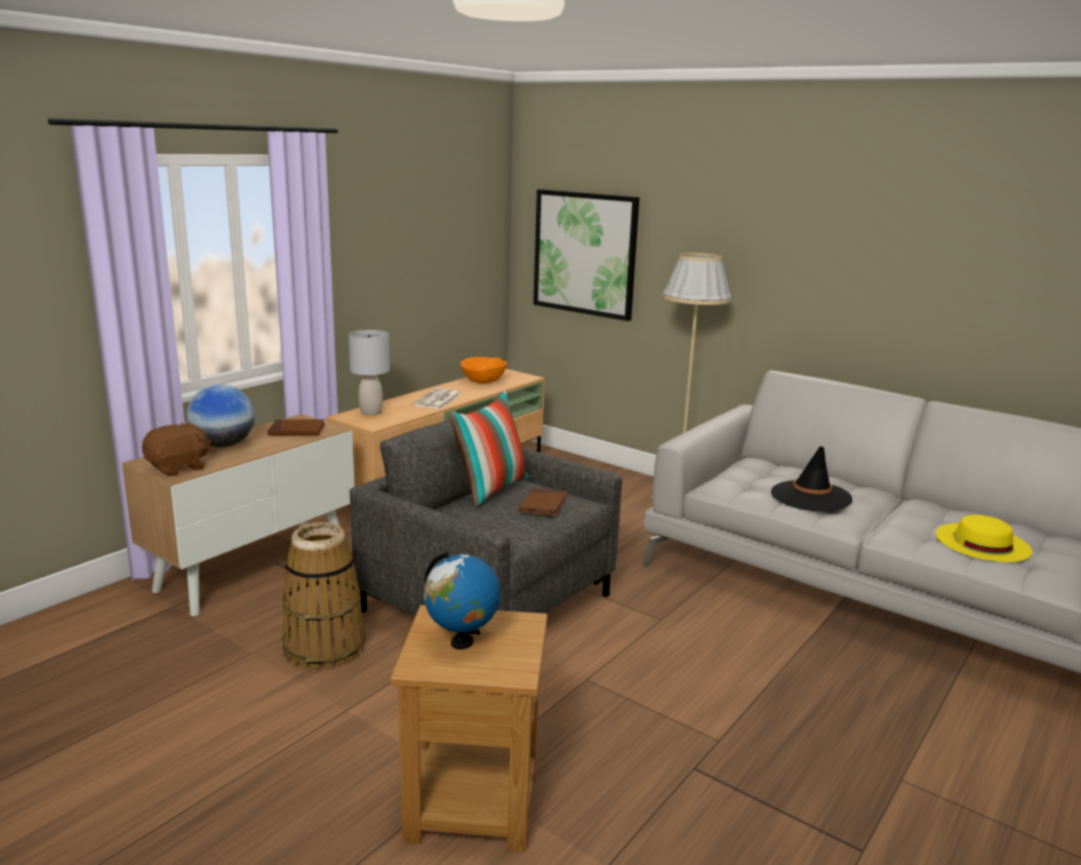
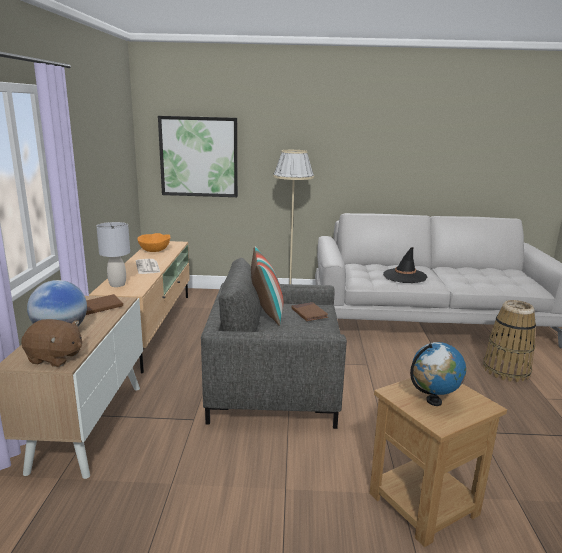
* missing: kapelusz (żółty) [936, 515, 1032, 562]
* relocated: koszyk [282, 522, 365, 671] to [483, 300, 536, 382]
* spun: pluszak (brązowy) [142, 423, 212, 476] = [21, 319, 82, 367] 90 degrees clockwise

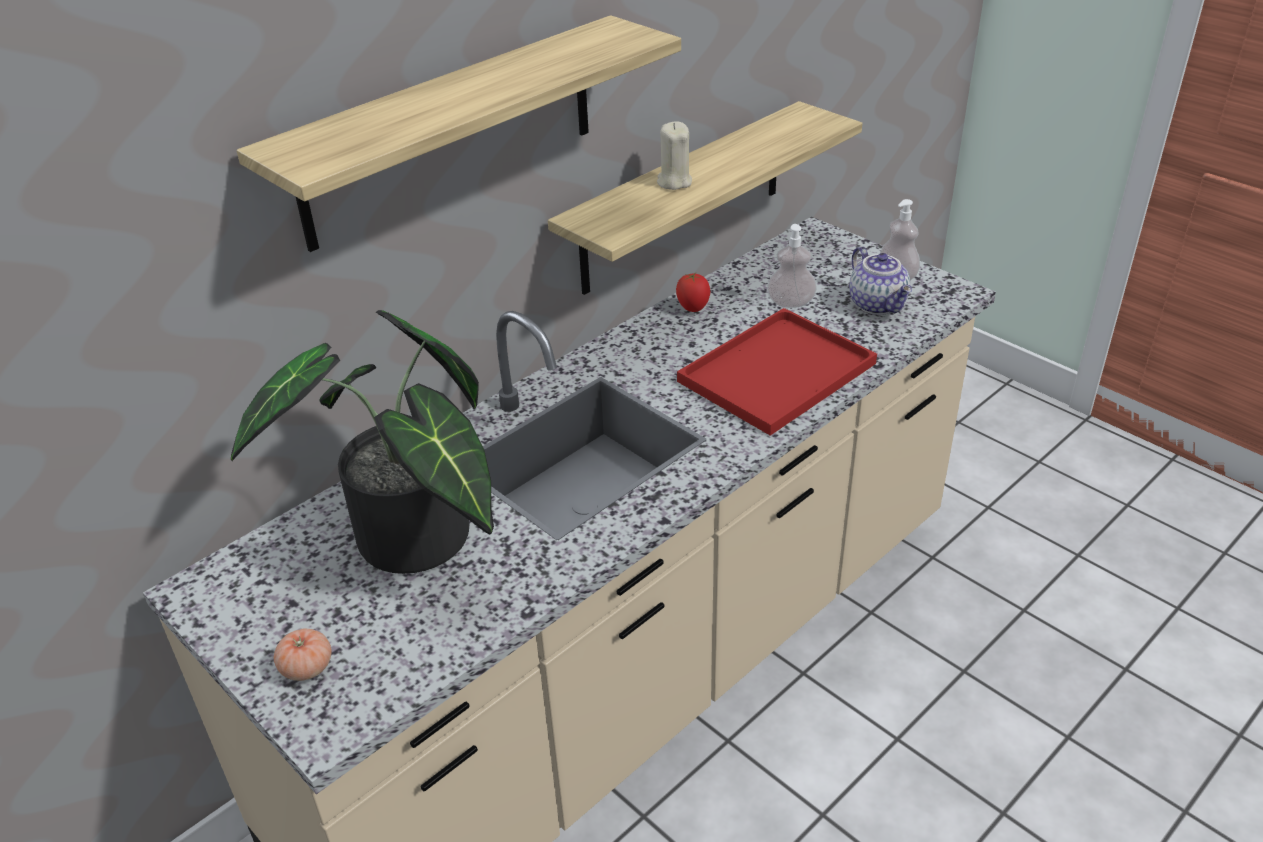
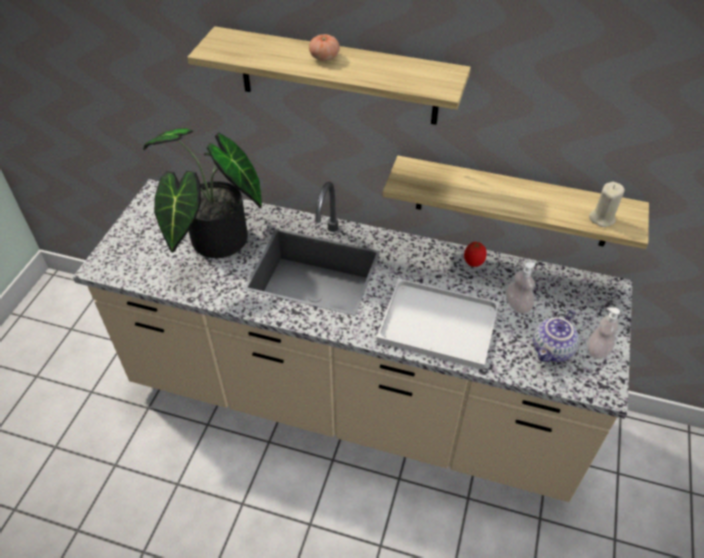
* relocated: pomidor [274, 629, 332, 681] to [309, 34, 340, 61]
* relocated: świeca (beżowy) [657, 121, 692, 190] to [589, 182, 625, 227]
* colour: taca (czerwony) [677, 308, 877, 435] to taca (biały) [376, 278, 499, 370]

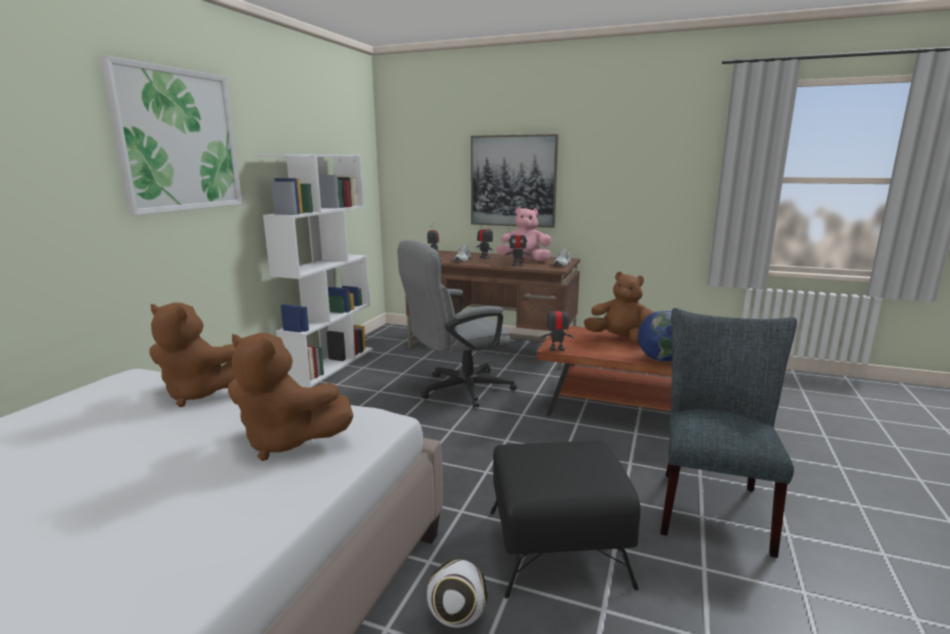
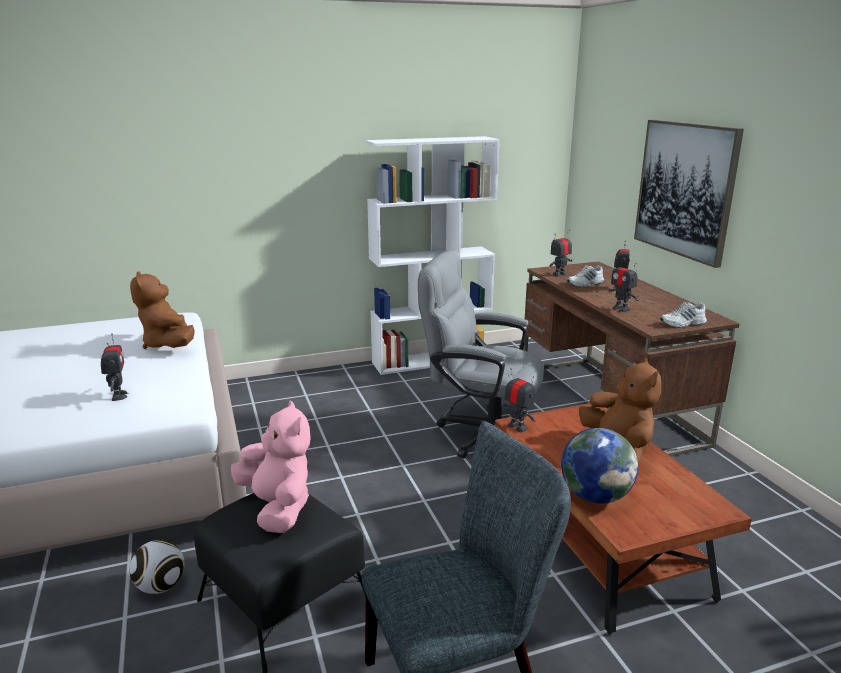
* missing: obraz [100, 55, 242, 215]
* relocated: pluszak (różowy) [496, 207, 551, 262] to [231, 401, 311, 533]
* exchanged: pluszak (brązowy) [228, 333, 354, 461] to robot zabawkowy [101, 333, 129, 401]

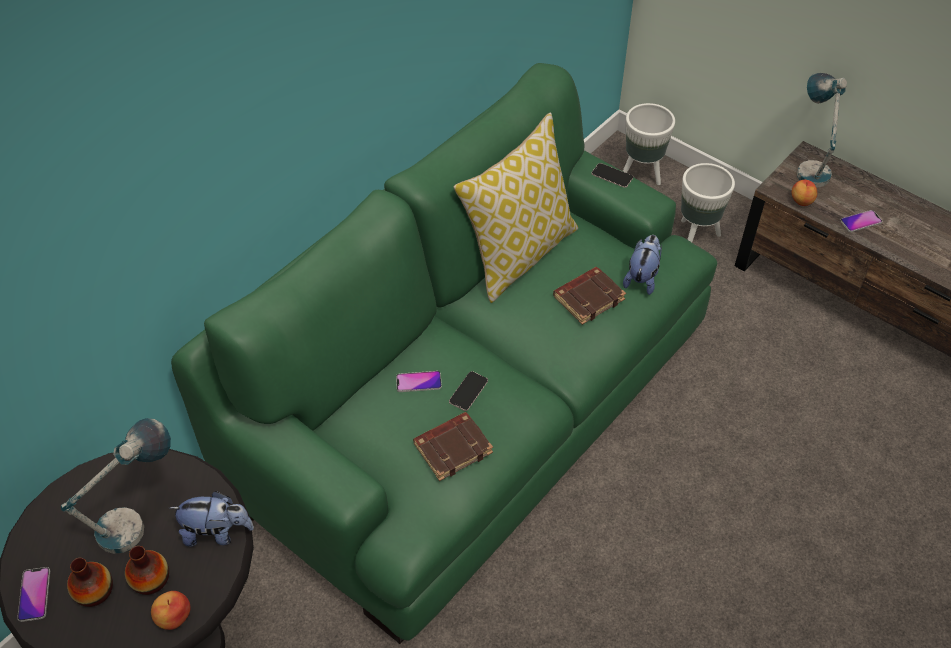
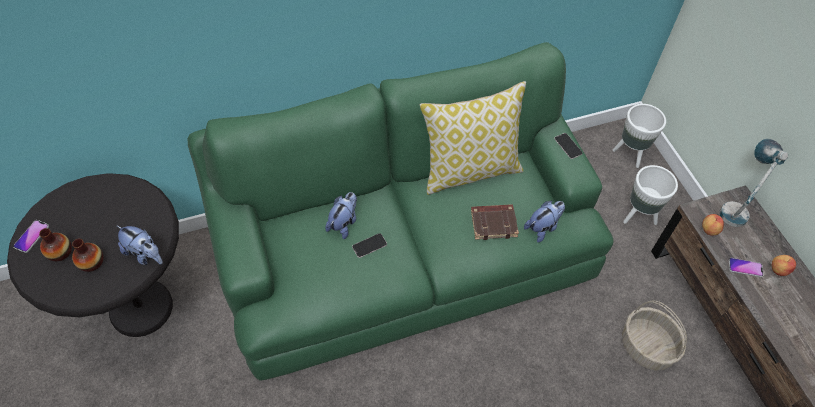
* missing: lampa stołowa [61, 418, 171, 554]
* missing: książka (brązowy) [413, 412, 493, 481]
* appeared: koszyk [622, 301, 687, 370]
* relocated: jabłko [151, 591, 190, 630] to [772, 255, 796, 276]
* exchanged: telefon [396, 371, 442, 392] to pluszak [325, 192, 357, 239]

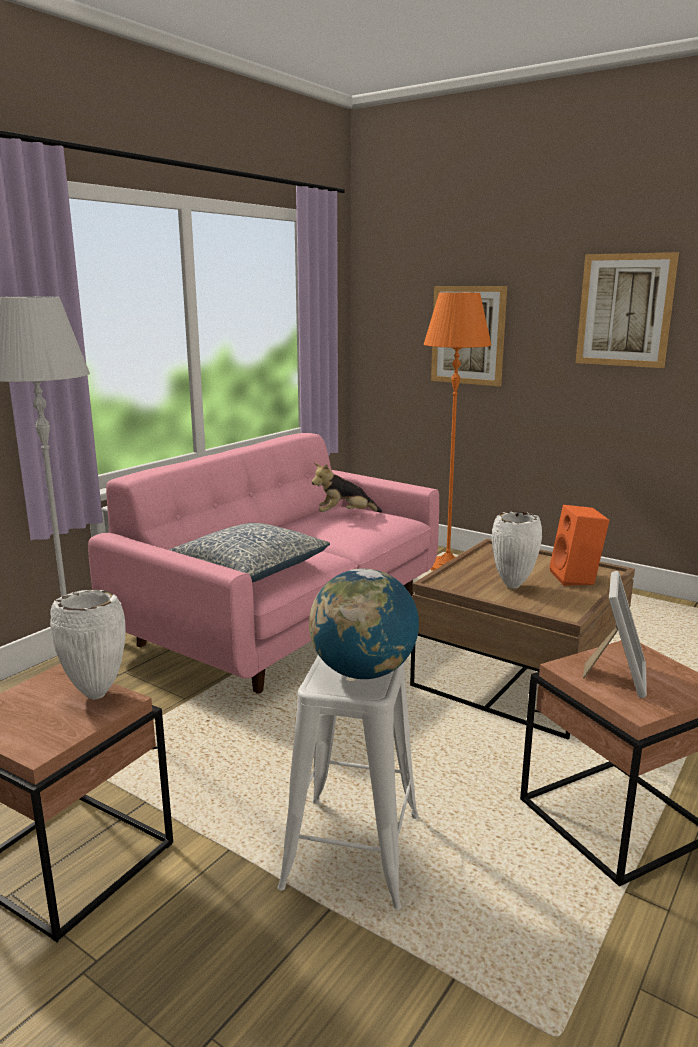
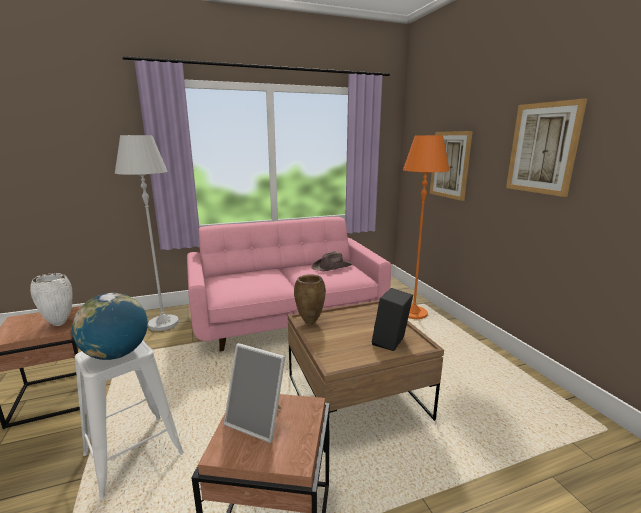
* missing: poduszka [169, 523, 330, 582]
* missing: wazon (biały) [492, 511, 542, 589]
* appeared: wazon (brązowy) [294, 274, 326, 325]
* exchanged: pluszak [312, 463, 382, 513] to kapelusz (brązowy) [311, 252, 352, 271]
* colour: głośnik (pomarańczowy) [550, 505, 610, 586] to głośnik (czarny) [372, 288, 413, 351]
* spun: ramka na zdjęcie [583, 571, 647, 698] = [224, 343, 285, 443] 60 degrees clockwise

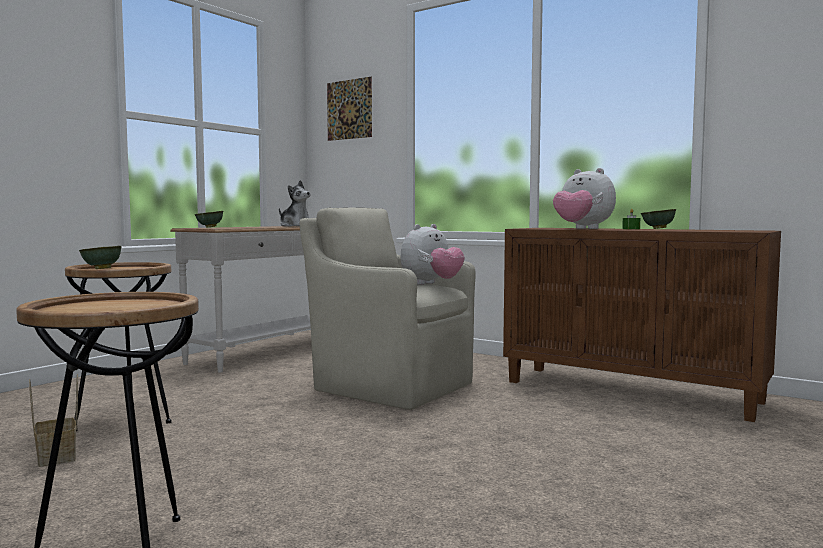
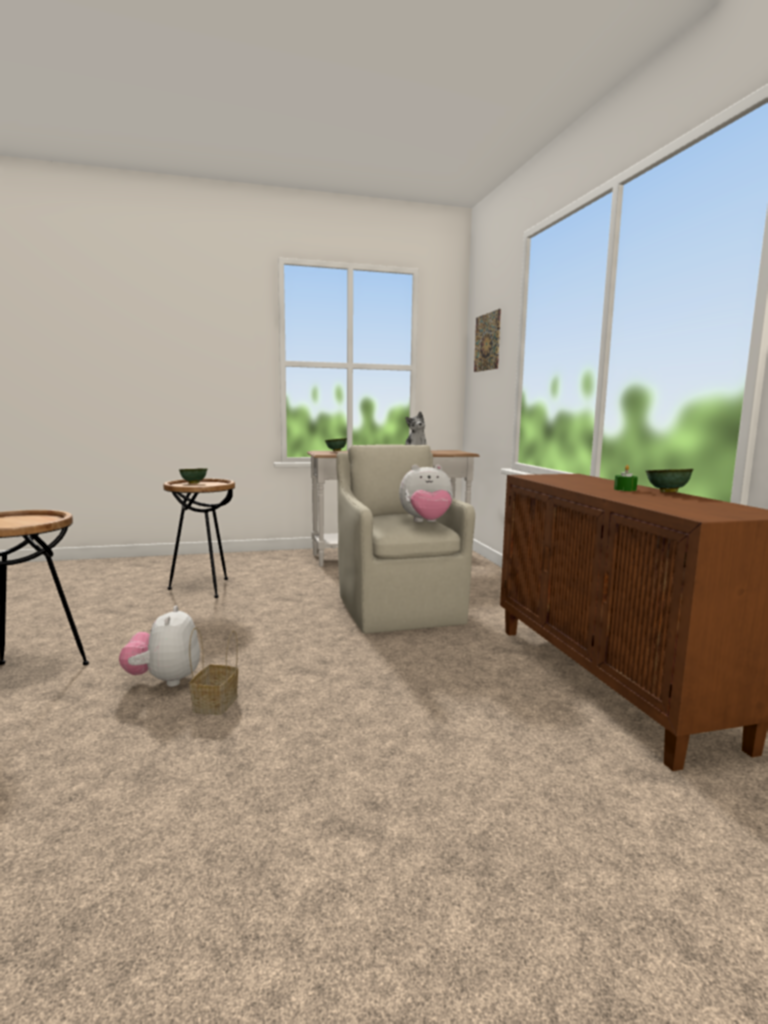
* relocated: koszyk [29, 374, 78, 467] to [189, 627, 238, 715]
* relocated: pluszak [553, 168, 616, 229] to [119, 606, 200, 687]

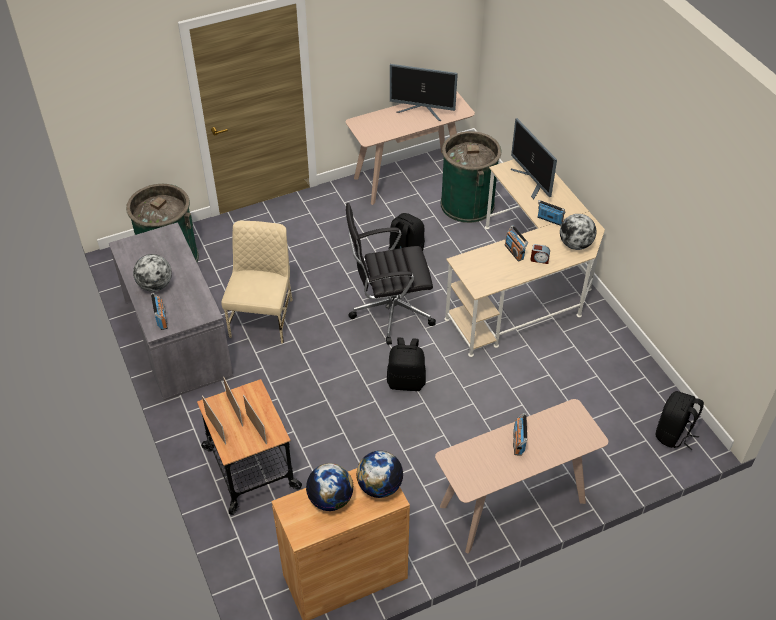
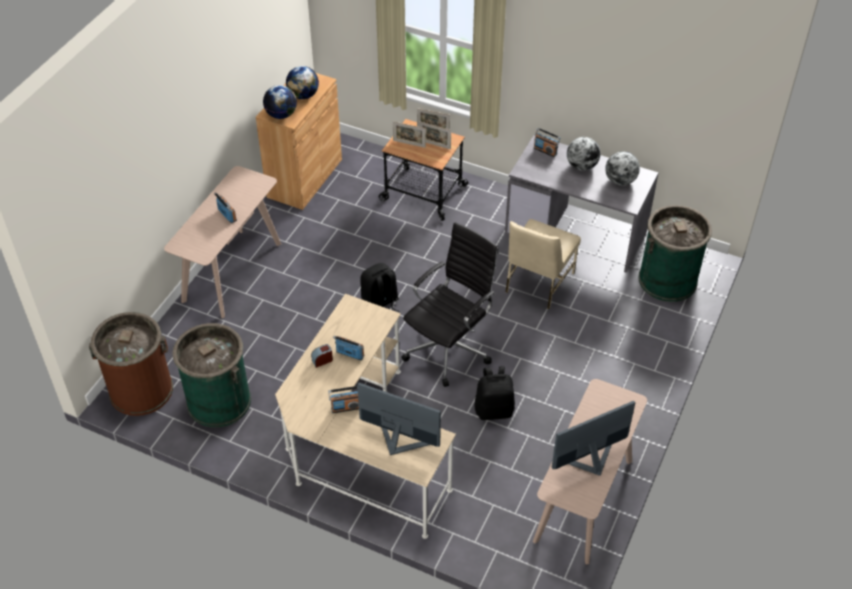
* relocated: kosz na śmieci (zielony) [440, 131, 502, 223] to [173, 323, 251, 428]
* relocated: globus [560, 214, 597, 250] to [605, 151, 640, 186]
* exchanged: plecak (czarny) [656, 391, 704, 451] to kosz na śmieci (brązowy) [89, 312, 173, 416]
* spun: krzesło (beżowy) [221, 221, 293, 343] = [506, 219, 581, 309] 60 degrees clockwise

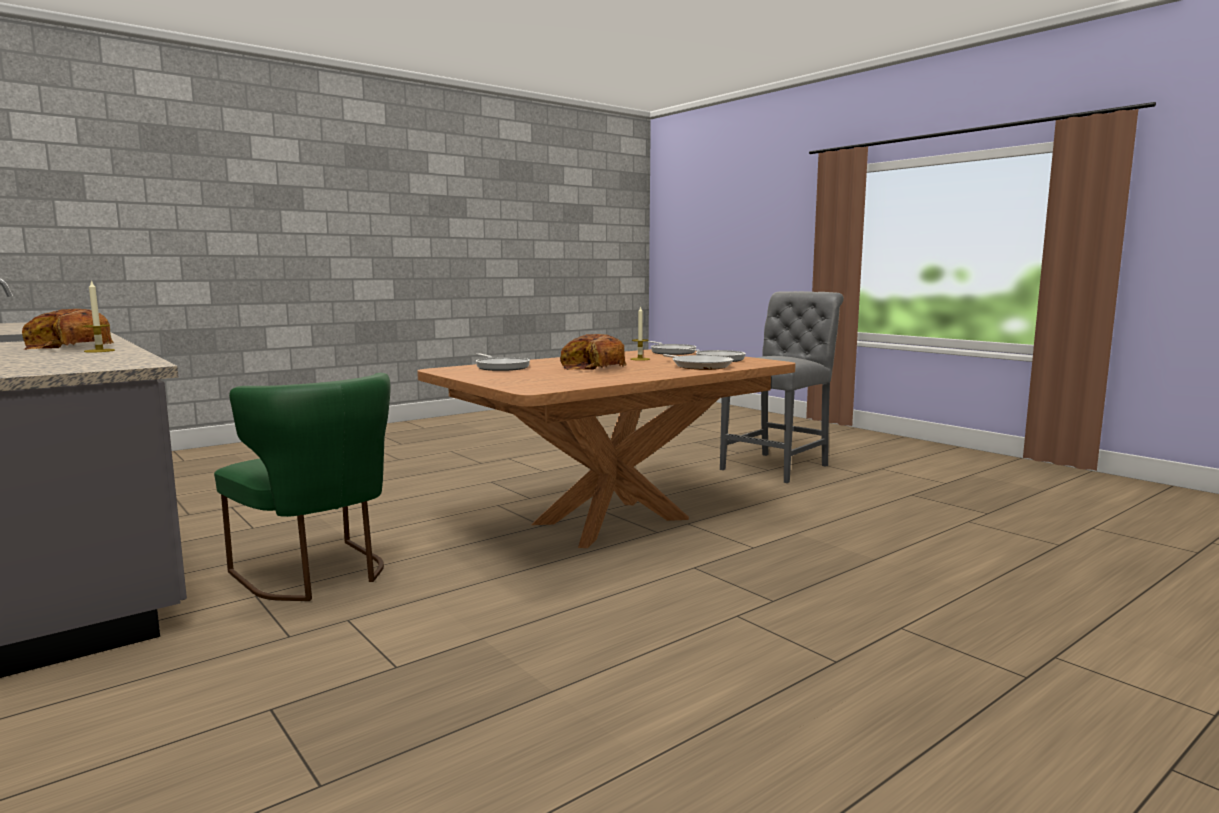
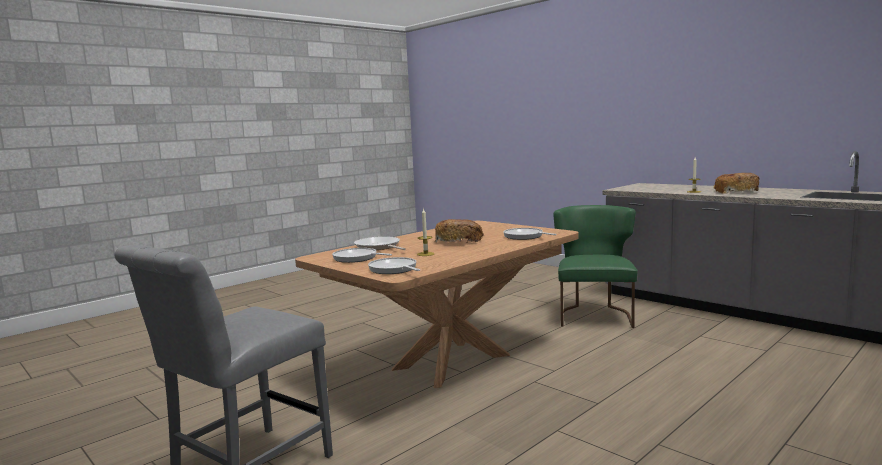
* spun: krzesło (zielony) [214, 373, 391, 601] = [553, 205, 638, 328] 60 degrees clockwise

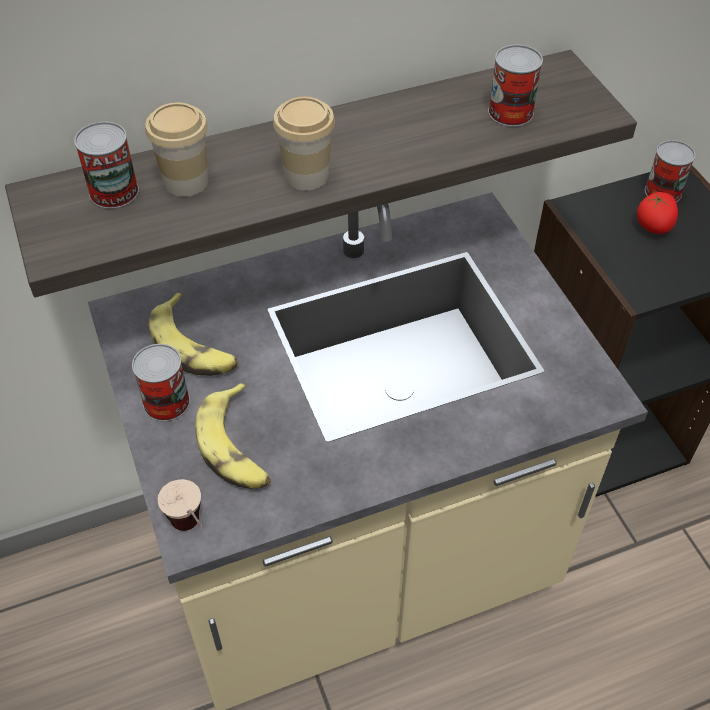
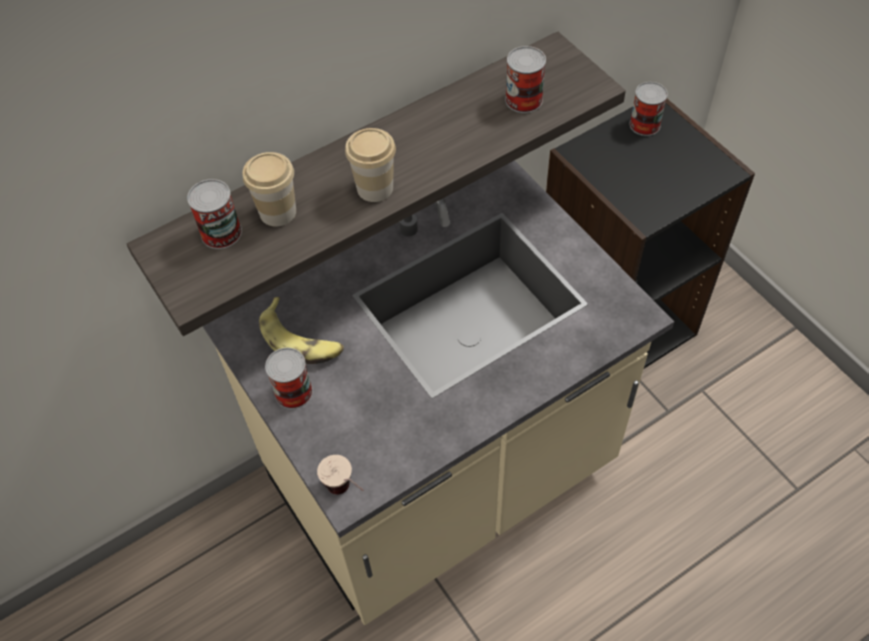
* missing: banan [195, 383, 271, 489]
* missing: pomidor [637, 192, 678, 234]

